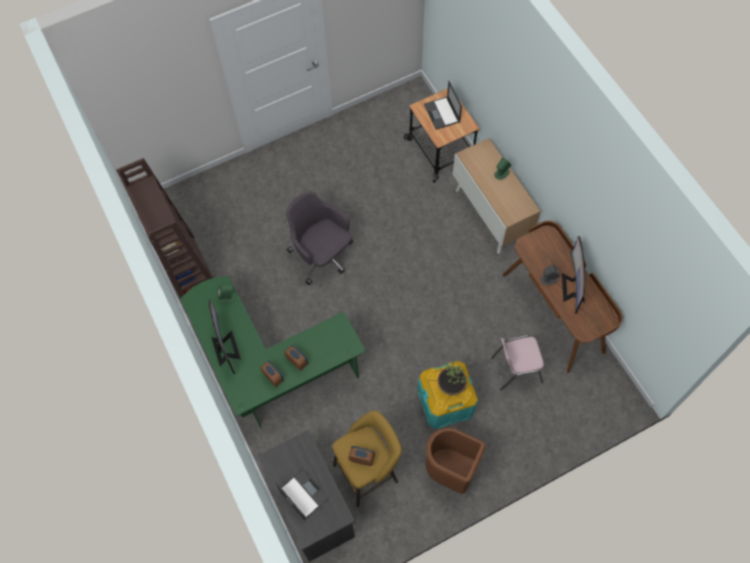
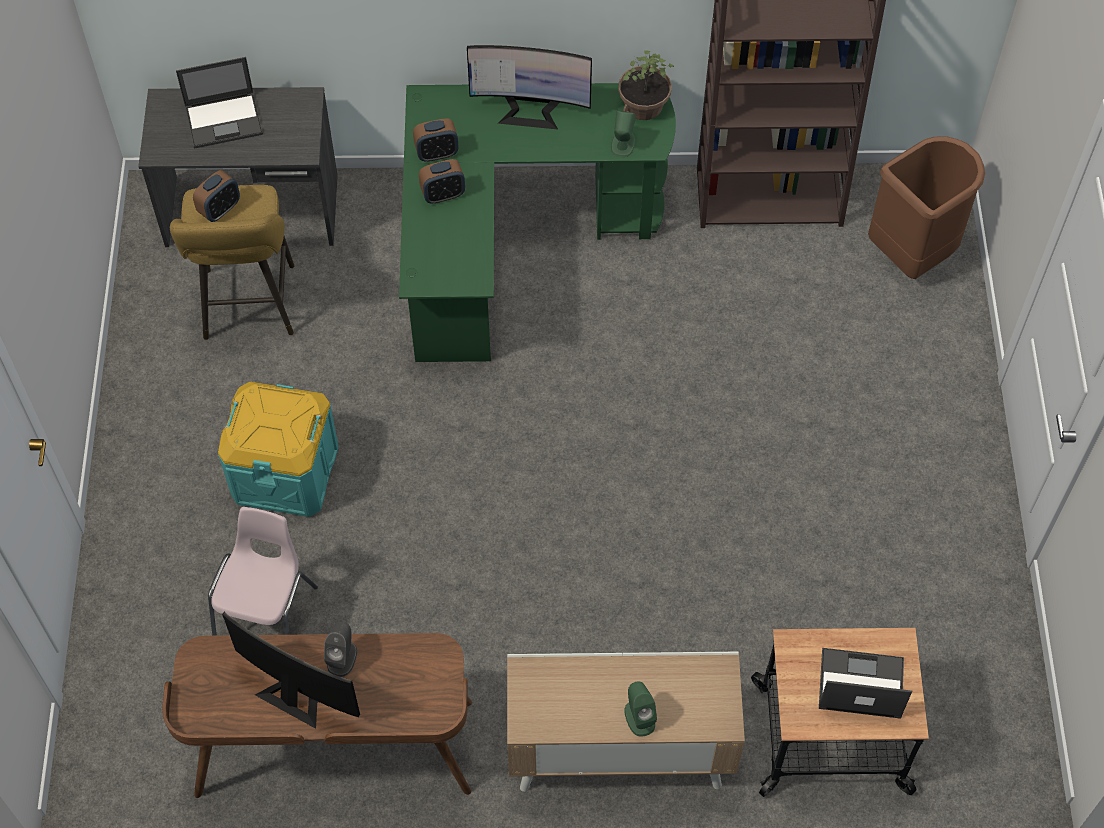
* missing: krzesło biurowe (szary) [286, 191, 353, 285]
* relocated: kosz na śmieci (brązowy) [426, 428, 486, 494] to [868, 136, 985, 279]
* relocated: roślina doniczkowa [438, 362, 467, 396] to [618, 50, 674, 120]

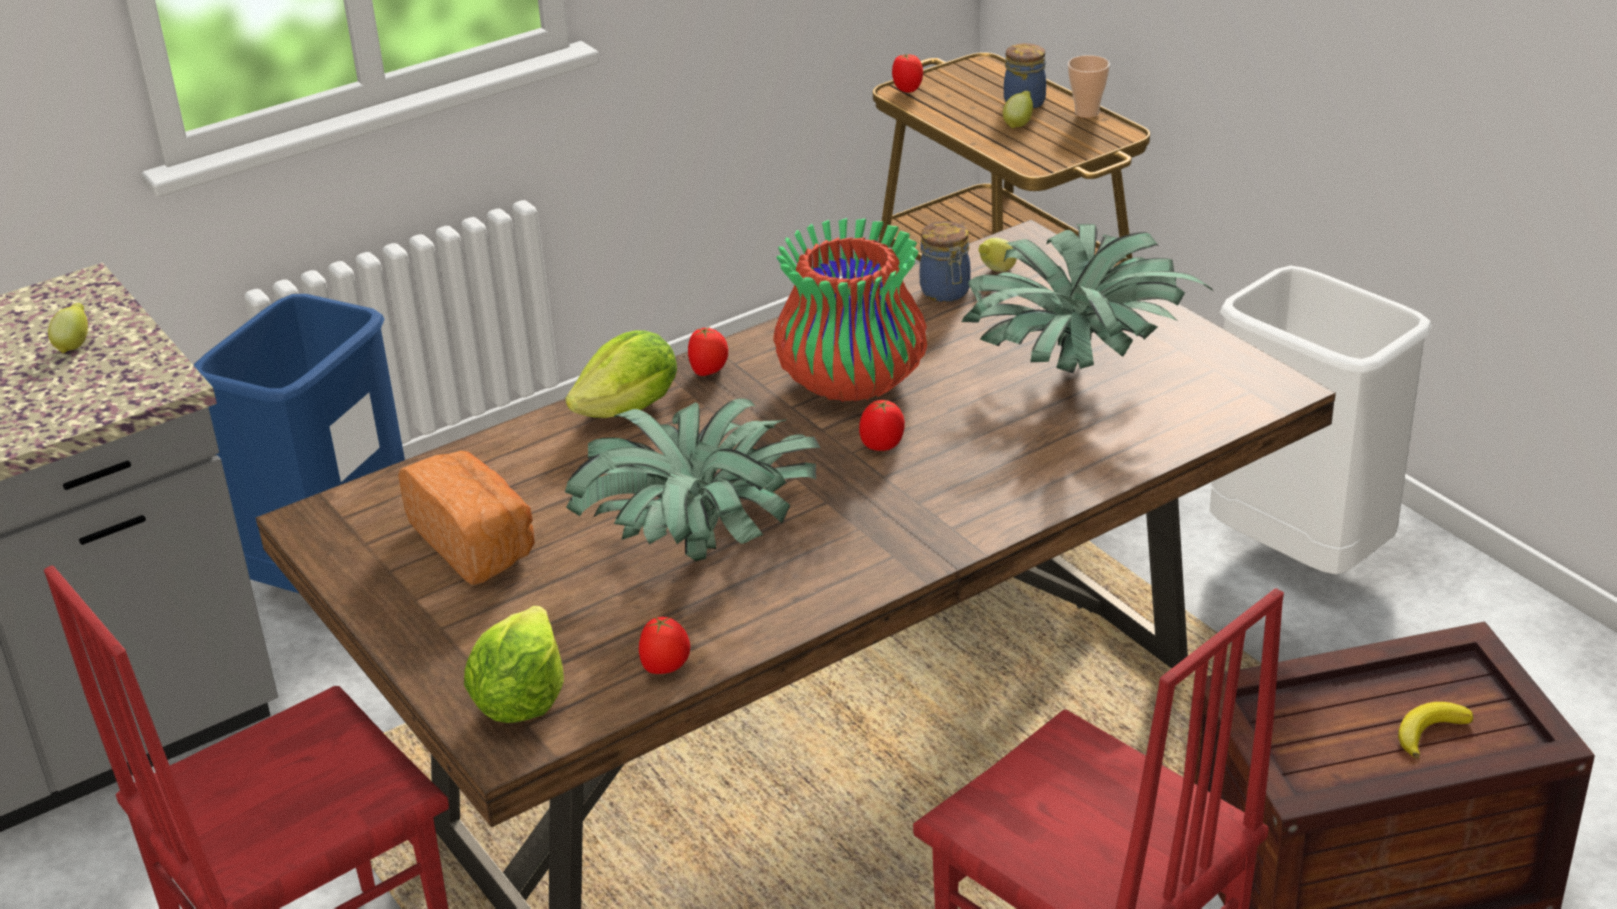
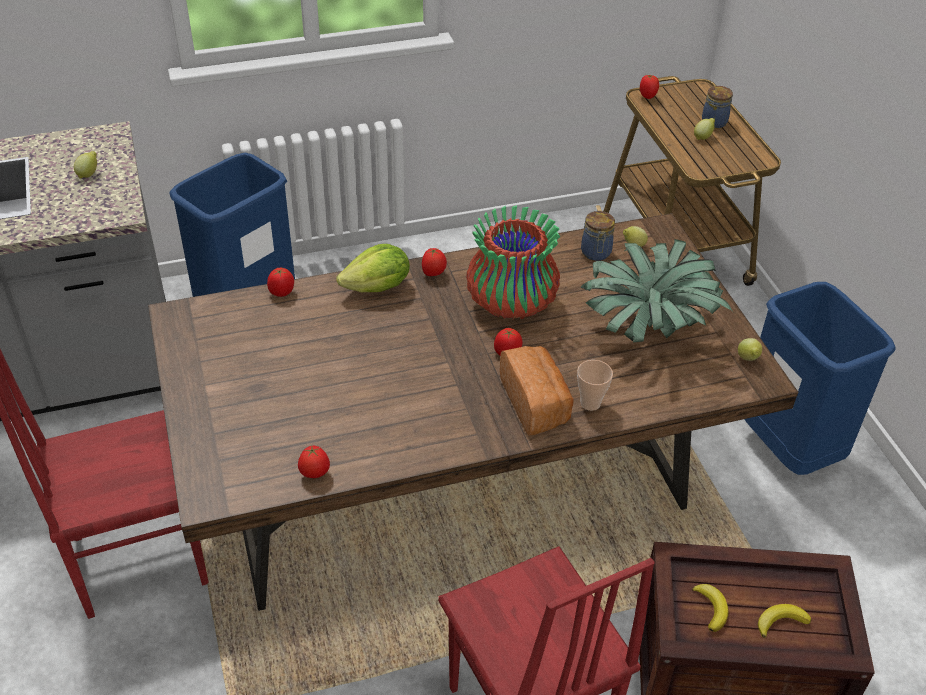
* missing: sałata [464, 606, 564, 723]
* missing: roślina doniczkowa [565, 399, 821, 561]
* appeared: pomidor [267, 268, 294, 297]
* appeared: banan [692, 584, 729, 632]
* appeared: cytryna [738, 338, 762, 361]
* relocated: chleb [398, 451, 535, 585] to [500, 346, 574, 436]
* relocated: filiżanka [1068, 55, 1110, 118] to [577, 360, 613, 411]
* colour: kosz na śmieci (biały) [1210, 266, 1432, 575] to kosz na śmieci (niebieski) [744, 282, 896, 475]

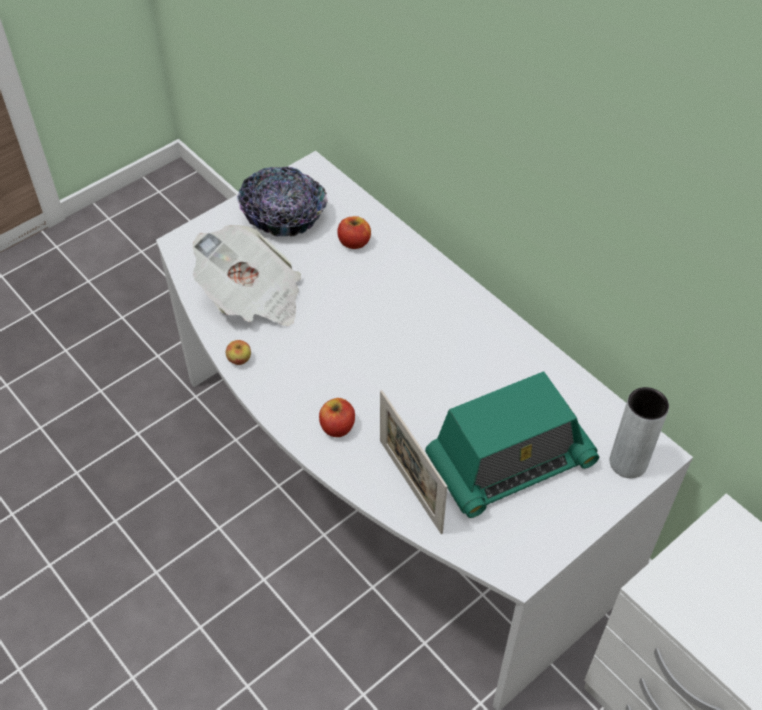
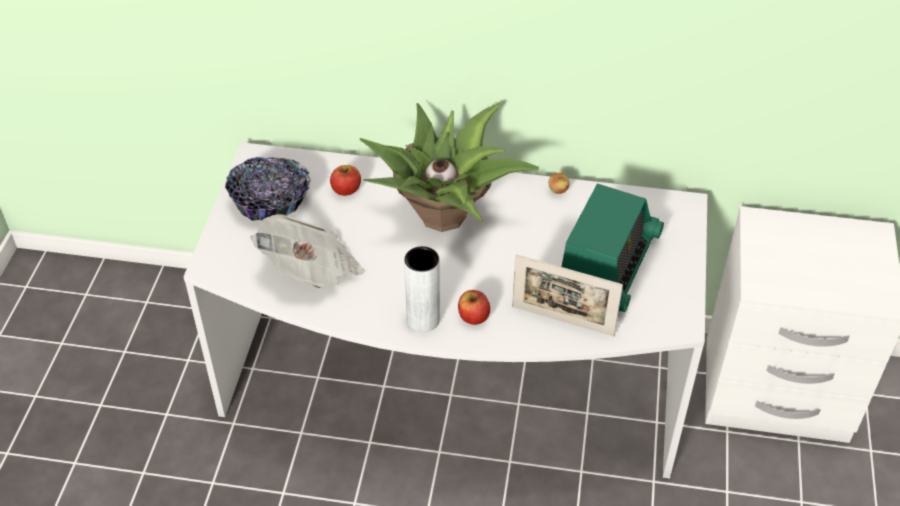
* appeared: roślina doniczkowa [359, 103, 539, 232]
* relocated: jabłko [226, 340, 251, 365] to [549, 173, 570, 194]
* relocated: wazon (szary) [610, 387, 669, 478] to [404, 246, 440, 332]

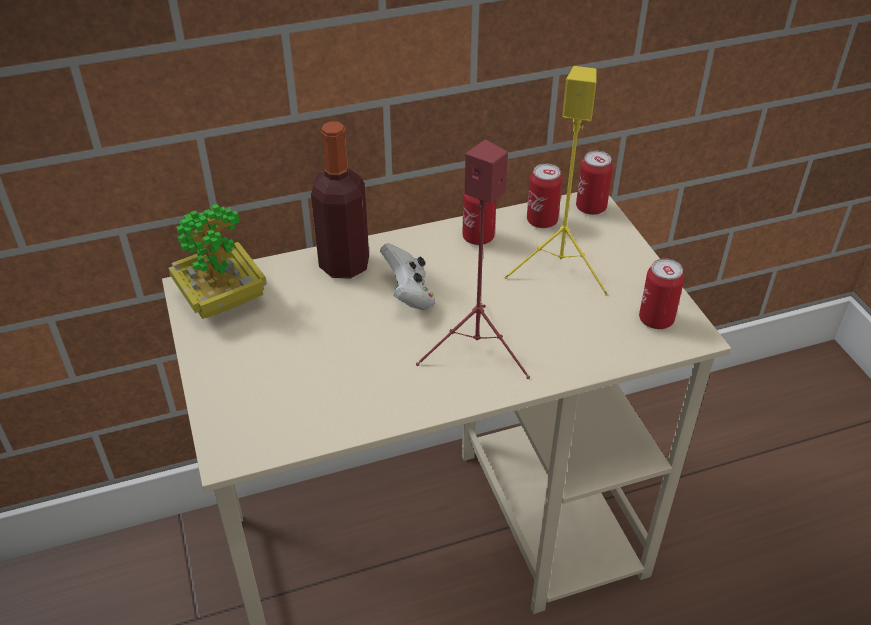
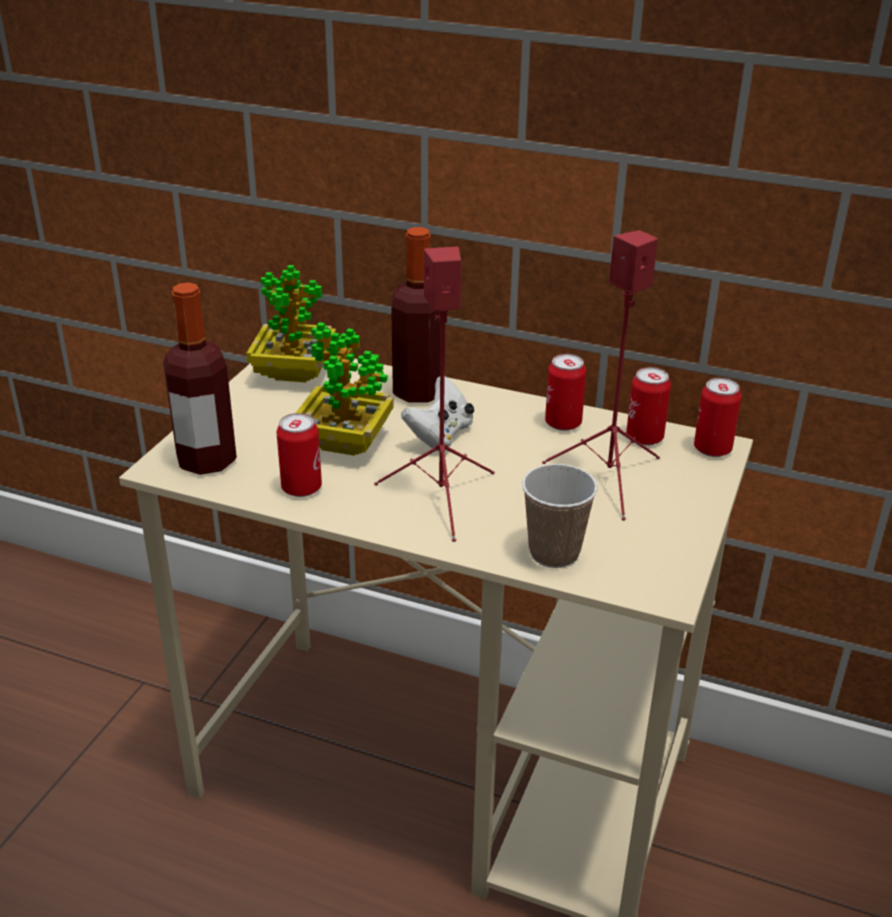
* appeared: butelka [163, 282, 237, 475]
* appeared: roślina doniczkowa [296, 322, 394, 456]
* appeared: filiżanka [522, 464, 598, 568]
* relocated: puszka [639, 258, 684, 329] to [276, 413, 322, 497]
* colour: głośnik (żółty) [504, 66, 608, 295] to głośnik (czerwony) [542, 230, 660, 521]

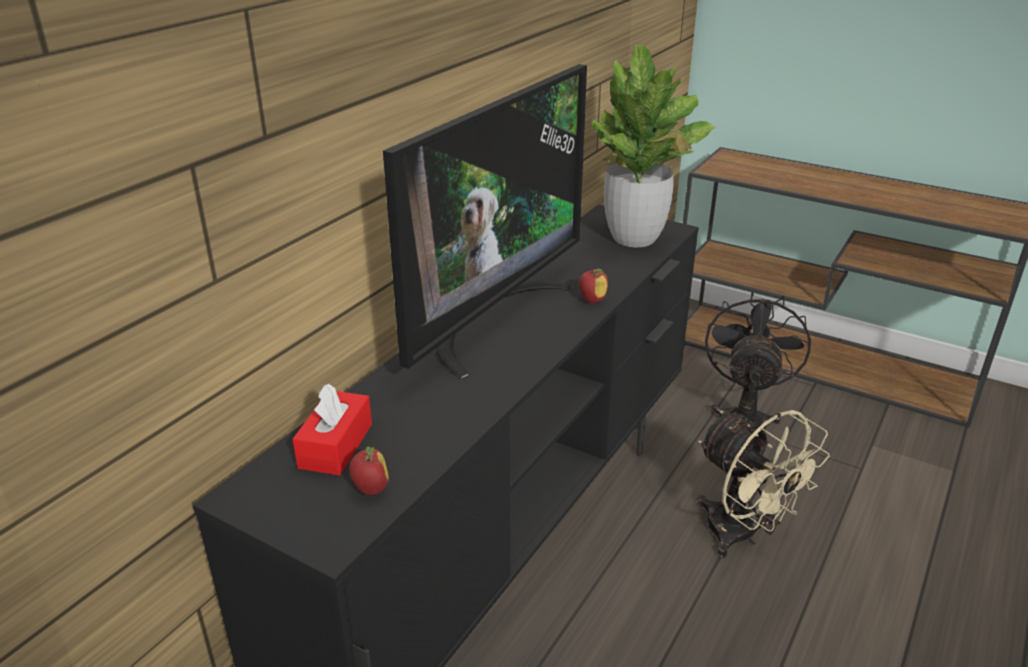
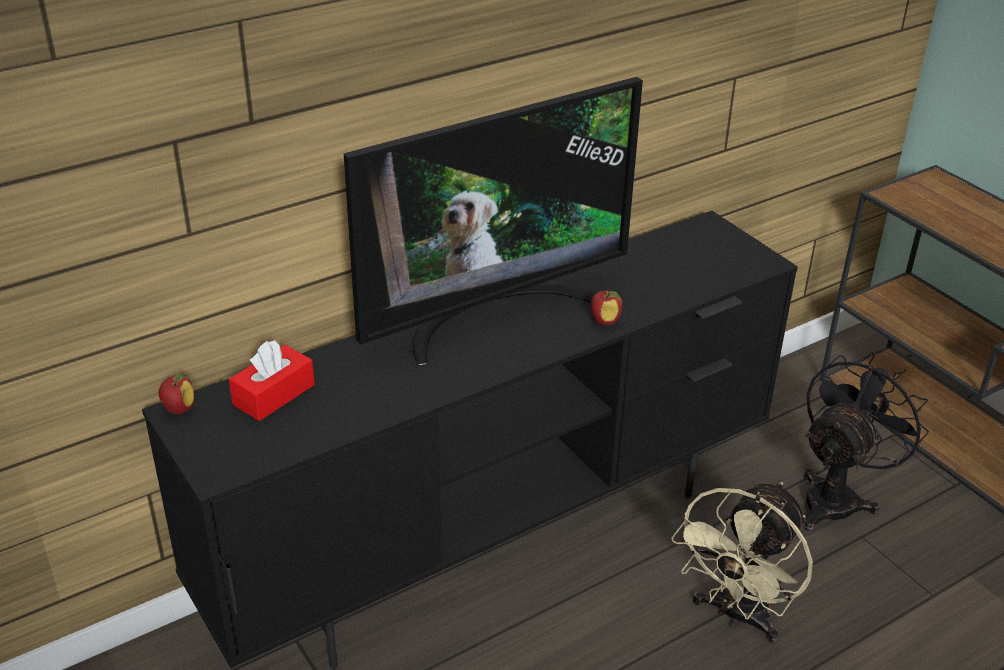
* missing: roślina doniczkowa [592, 44, 715, 247]
* relocated: jabłko [349, 446, 389, 495] to [159, 374, 194, 414]
* spun: wentylator (beżowy) [697, 410, 830, 558] = [671, 482, 813, 643] 45 degrees clockwise

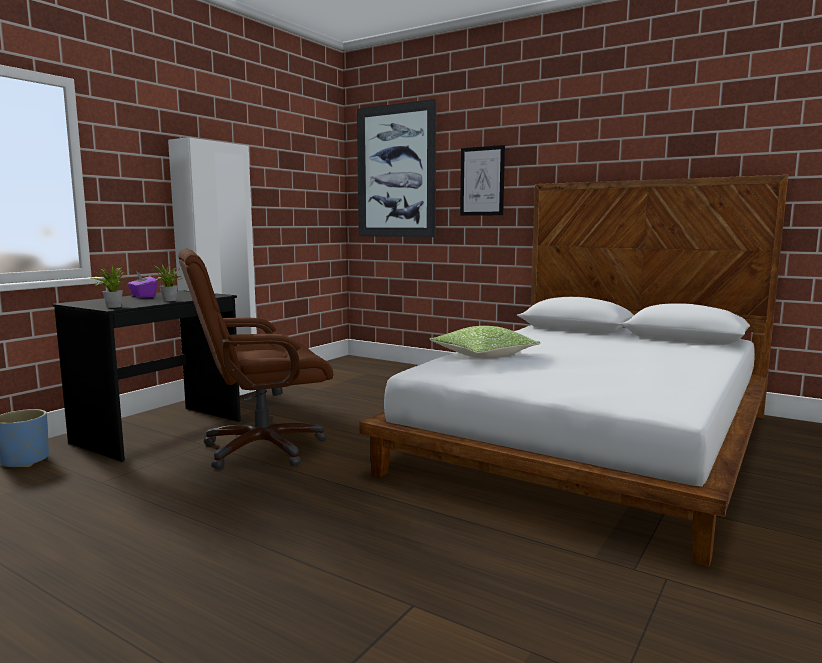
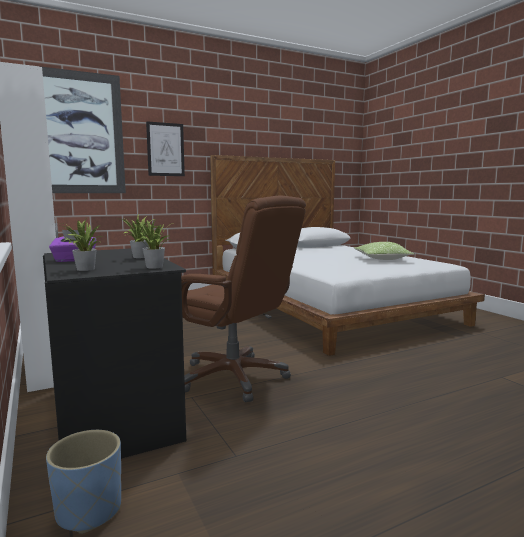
* appeared: roślina doniczkowa [62, 219, 102, 271]
* relocated: poduszka [430, 326, 541, 359] to [354, 242, 414, 260]
* spun: krzesło biurowe (brązowy) [178, 249, 333, 469] = [181, 196, 306, 402] 60 degrees counterclockwise

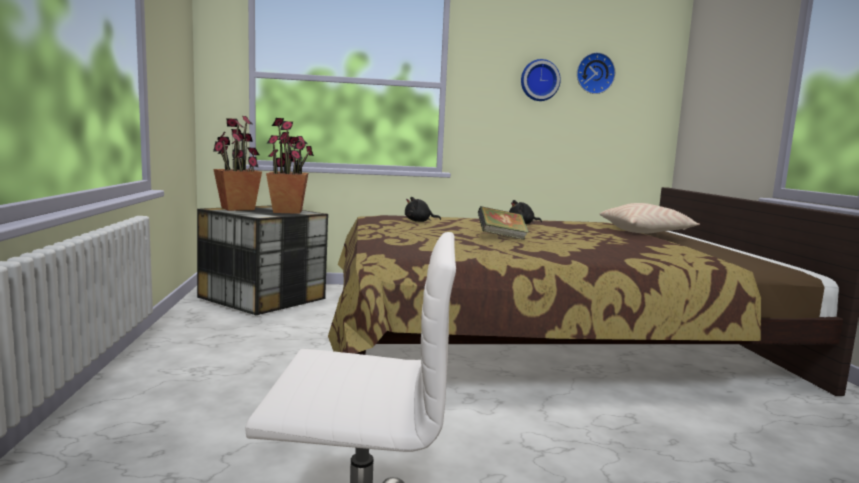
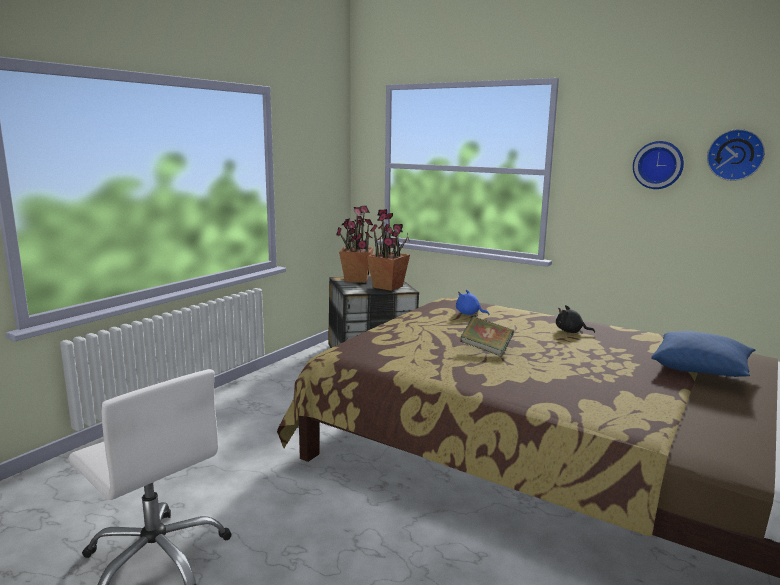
* colour: pluszak (czarny) [405, 197, 441, 222] to pluszak (niebieski) [456, 290, 490, 316]
* colour: poduszka (beżowy) [600, 203, 700, 233] to poduszka (niebieski) [651, 331, 755, 377]

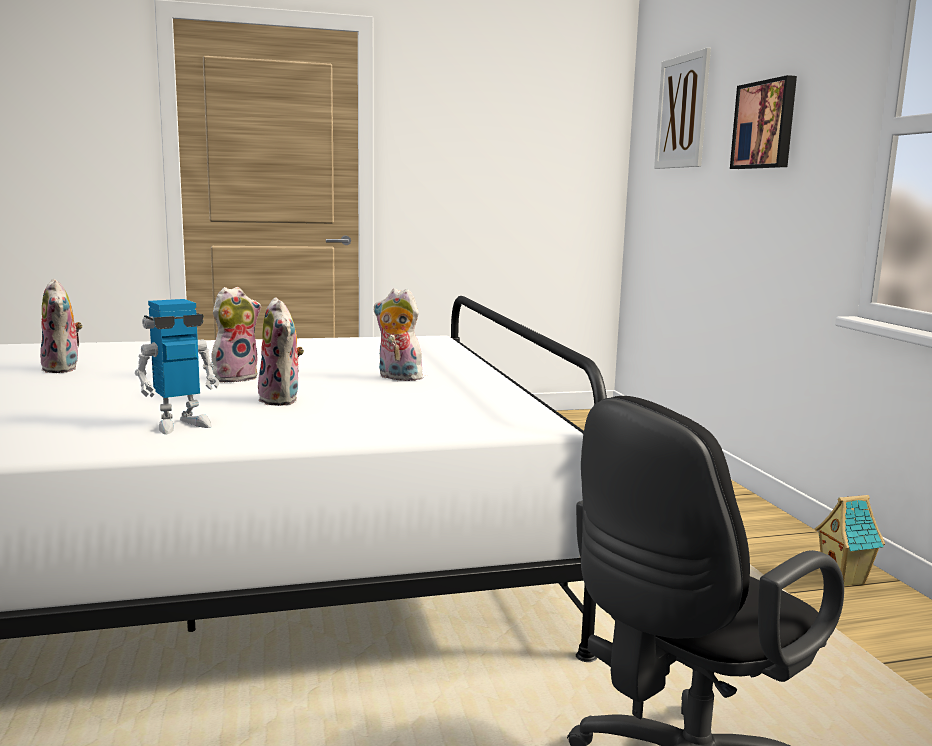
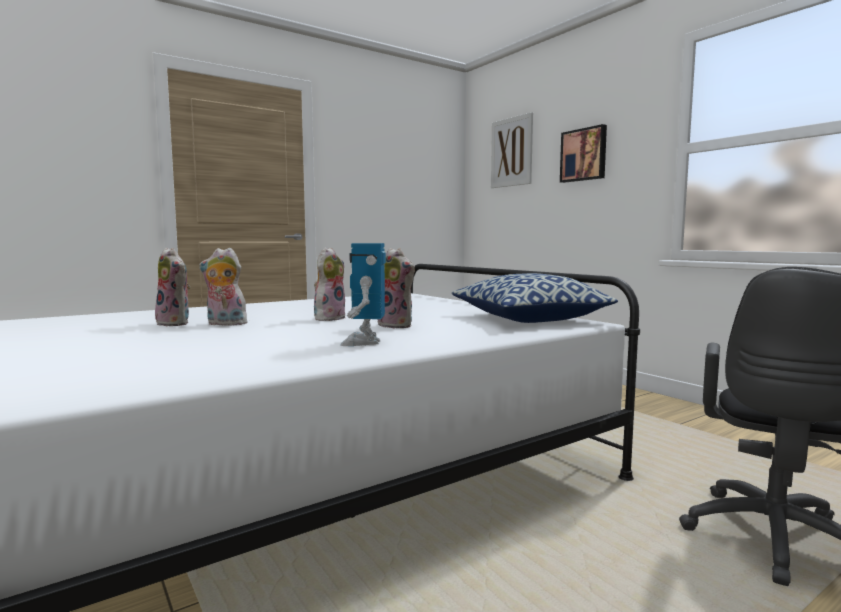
* missing: domek [815, 495, 885, 586]
* appeared: poduszka [452, 273, 618, 323]
* relocated: pluszak [374, 288, 423, 381] to [199, 248, 248, 326]
* spun: robot zabawkowy [135, 299, 220, 434] = [340, 243, 386, 346] 150 degrees clockwise

